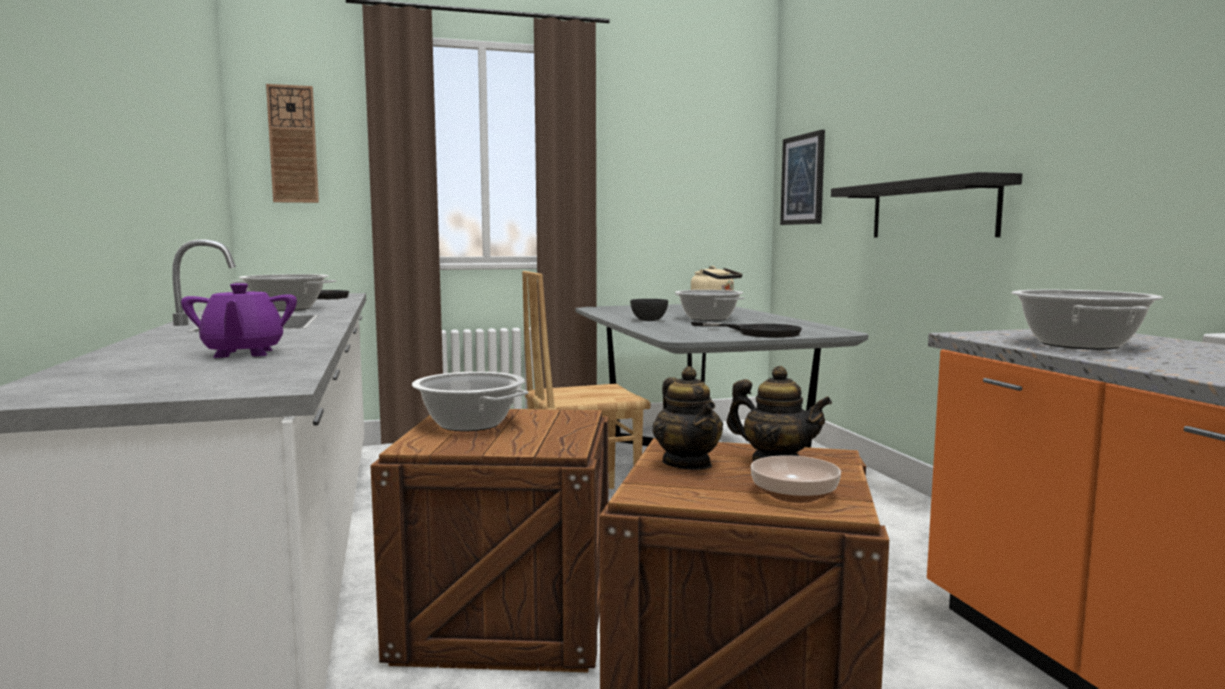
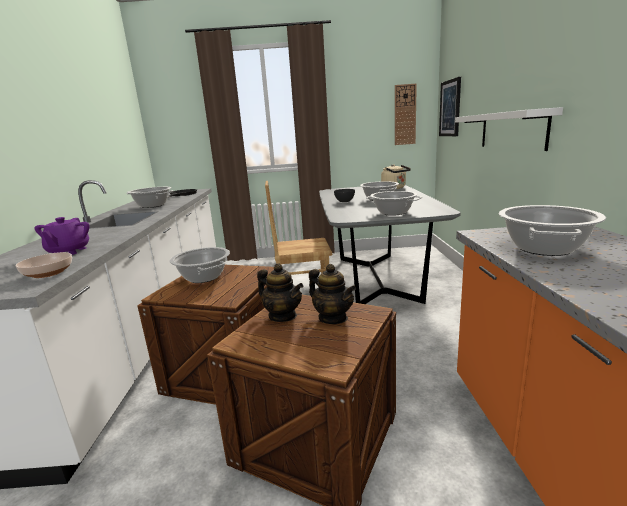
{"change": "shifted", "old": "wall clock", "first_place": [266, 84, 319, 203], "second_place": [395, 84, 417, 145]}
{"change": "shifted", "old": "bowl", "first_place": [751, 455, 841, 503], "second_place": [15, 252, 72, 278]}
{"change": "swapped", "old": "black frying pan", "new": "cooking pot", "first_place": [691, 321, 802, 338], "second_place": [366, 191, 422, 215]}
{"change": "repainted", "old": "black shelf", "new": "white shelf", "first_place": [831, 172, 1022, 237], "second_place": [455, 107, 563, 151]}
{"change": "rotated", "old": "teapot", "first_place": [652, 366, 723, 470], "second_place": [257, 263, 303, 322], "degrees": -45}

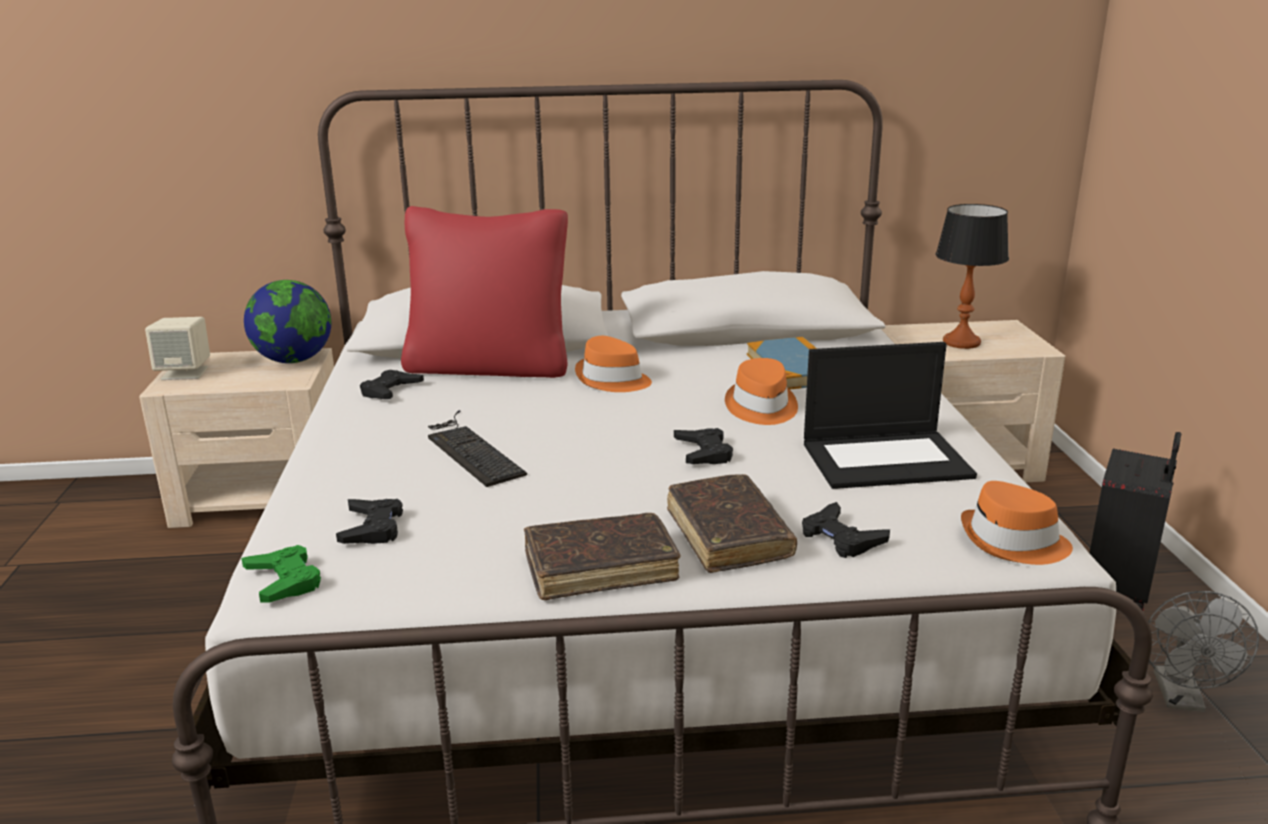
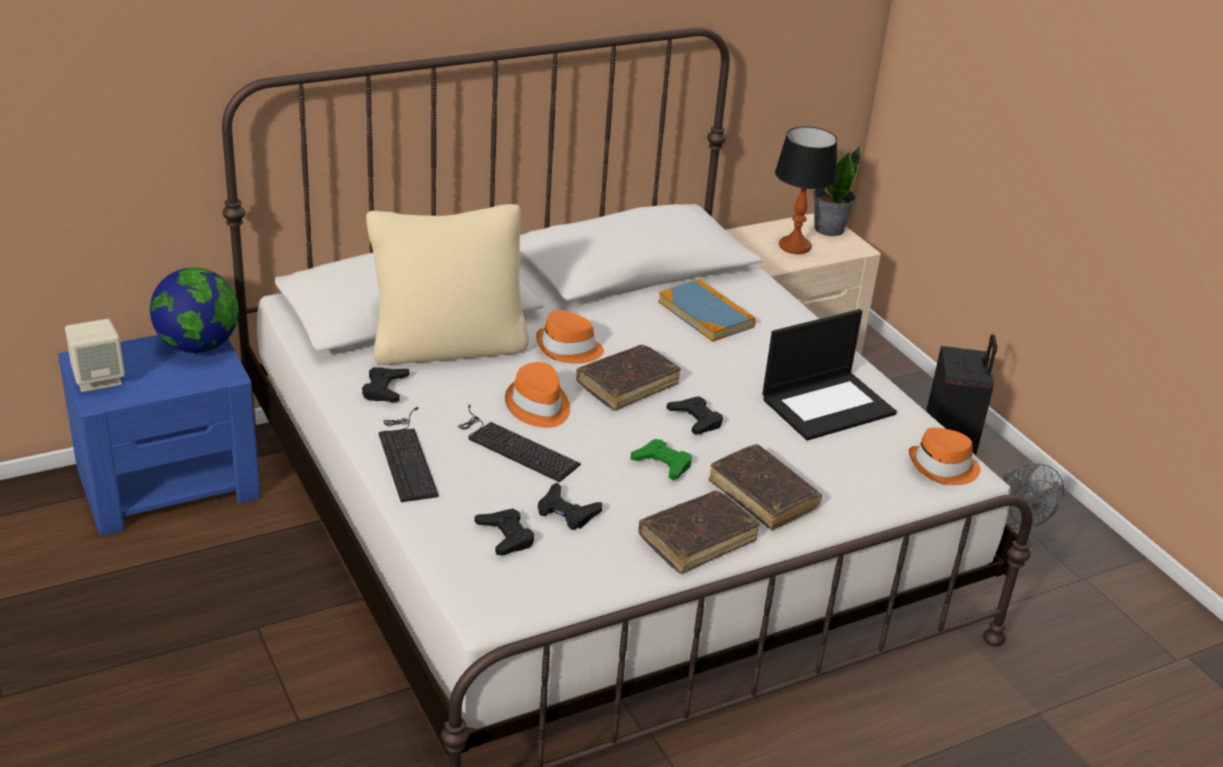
{"change": "new", "new": "keyboard", "second_place": [379, 407, 439, 502]}
{"change": "new", "new": "brown book", "second_place": [576, 345, 681, 411]}
{"change": "new", "new": "potted plant", "second_place": [813, 145, 861, 236]}
{"change": "shifted", "old": "green game controller", "first_place": [241, 545, 321, 603], "second_place": [630, 439, 692, 480]}
{"change": "shifted", "old": "orange hat", "first_place": [725, 358, 798, 425], "second_place": [505, 362, 570, 428]}
{"change": "shifted", "old": "black game controller", "first_place": [802, 502, 890, 558], "second_place": [538, 483, 602, 530]}
{"change": "repainted", "old": "beige nightstand", "new": "blue nightstand", "first_place": [139, 348, 334, 528], "second_place": [58, 335, 261, 536]}
{"change": "repainted", "old": "red pillow", "new": "beige pillow", "first_place": [401, 206, 568, 378], "second_place": [366, 204, 529, 365]}

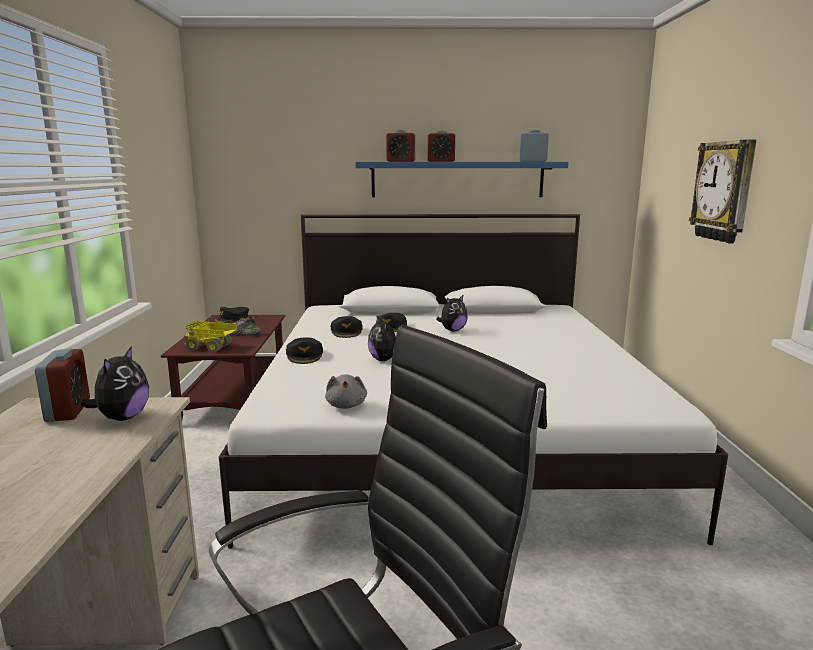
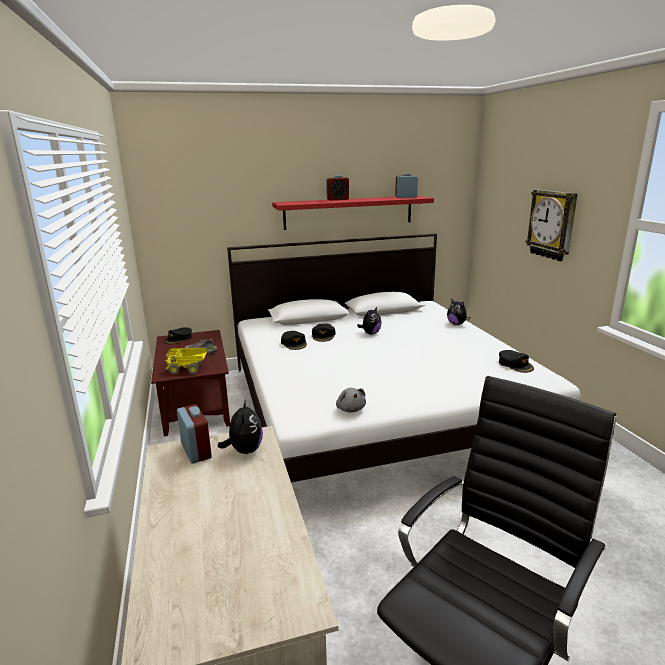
{"change": "gone", "old": "alarm clock", "first_place": [386, 130, 416, 162]}
{"change": "shifted", "old": "black cap", "first_place": [286, 337, 323, 364], "second_place": [499, 350, 534, 373]}
{"change": "shifted", "old": "plush toy", "first_place": [368, 317, 396, 361], "second_place": [447, 298, 470, 325]}
{"change": "repainted", "old": "blue shelf", "new": "red shelf", "first_place": [355, 162, 569, 197], "second_place": [272, 196, 434, 230]}

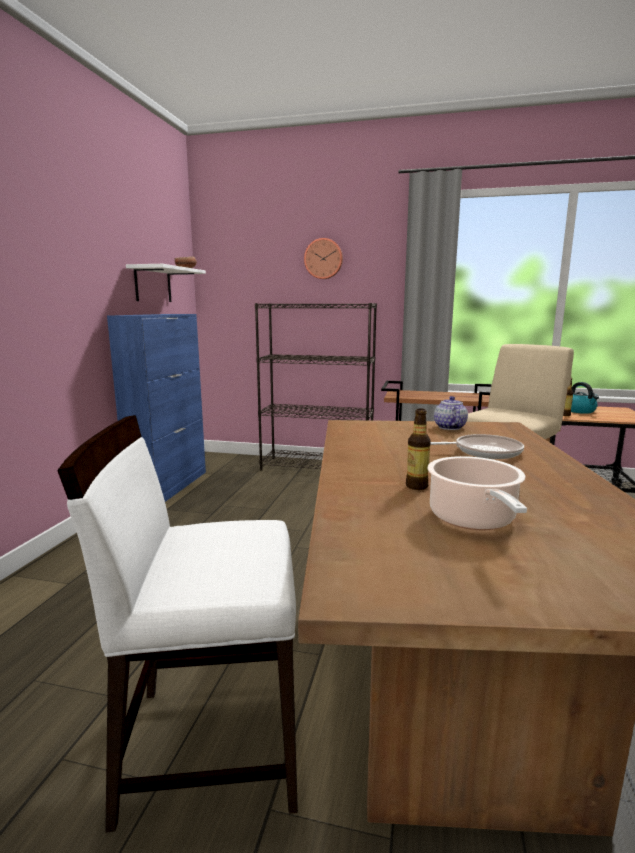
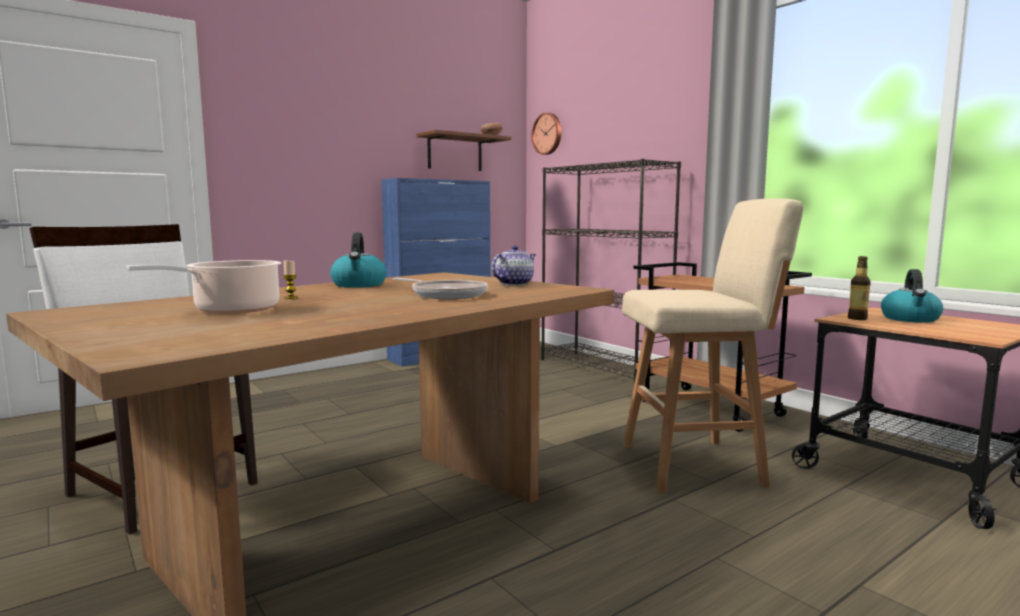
{"change": "new", "new": "kettle", "second_place": [330, 233, 387, 288]}
{"change": "shifted", "old": "wall clock", "first_place": [304, 238, 343, 279], "second_place": [532, 112, 562, 155]}
{"change": "swapped", "old": "bottle", "new": "candle", "first_place": [406, 409, 431, 490], "second_place": [283, 260, 298, 299]}
{"change": "repainted", "old": "white shelf", "new": "brown shelf", "first_place": [126, 264, 206, 302], "second_place": [416, 130, 511, 171]}

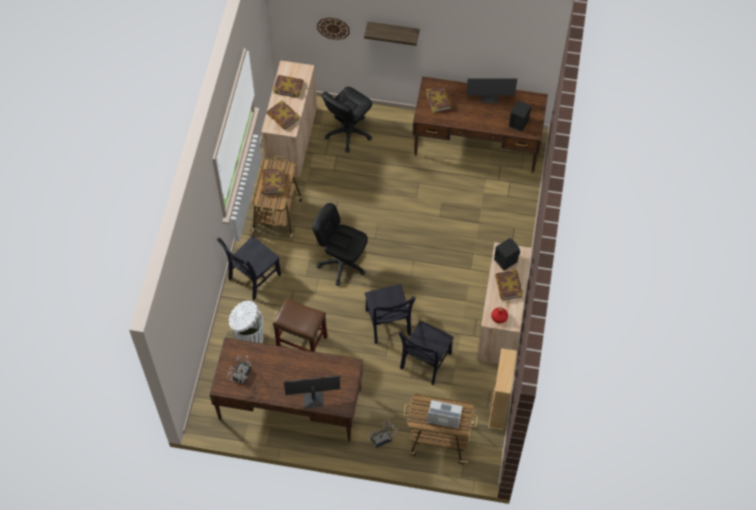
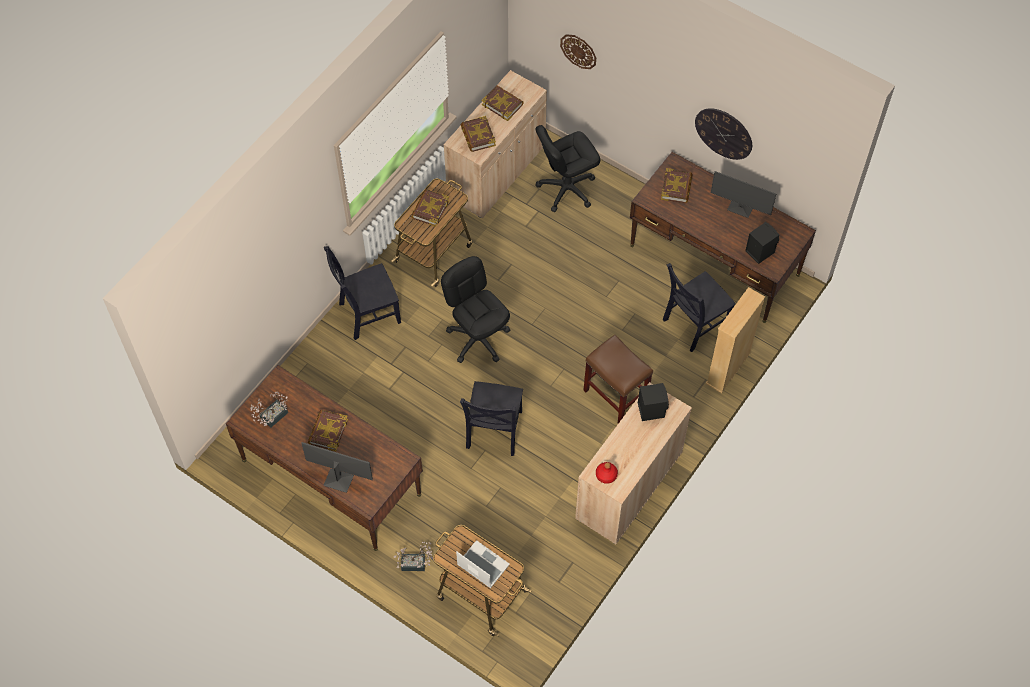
{"change": "gone", "old": "white trash can", "first_place": [228, 300, 263, 343]}
{"change": "gone", "old": "shelf", "first_place": [364, 22, 419, 46]}
{"change": "new", "new": "wall clock", "second_place": [695, 108, 752, 160]}
{"change": "shifted", "old": "brown stool", "first_place": [273, 298, 327, 352], "second_place": [584, 335, 653, 424]}
{"change": "shifted", "old": "black chair", "first_place": [398, 321, 454, 385], "second_place": [663, 263, 736, 352]}
{"change": "shifted", "old": "beige bookcase", "first_place": [488, 348, 517, 430], "second_place": [706, 287, 765, 393]}
{"change": "shifted", "old": "book", "first_place": [495, 270, 523, 300], "second_place": [308, 409, 348, 451]}

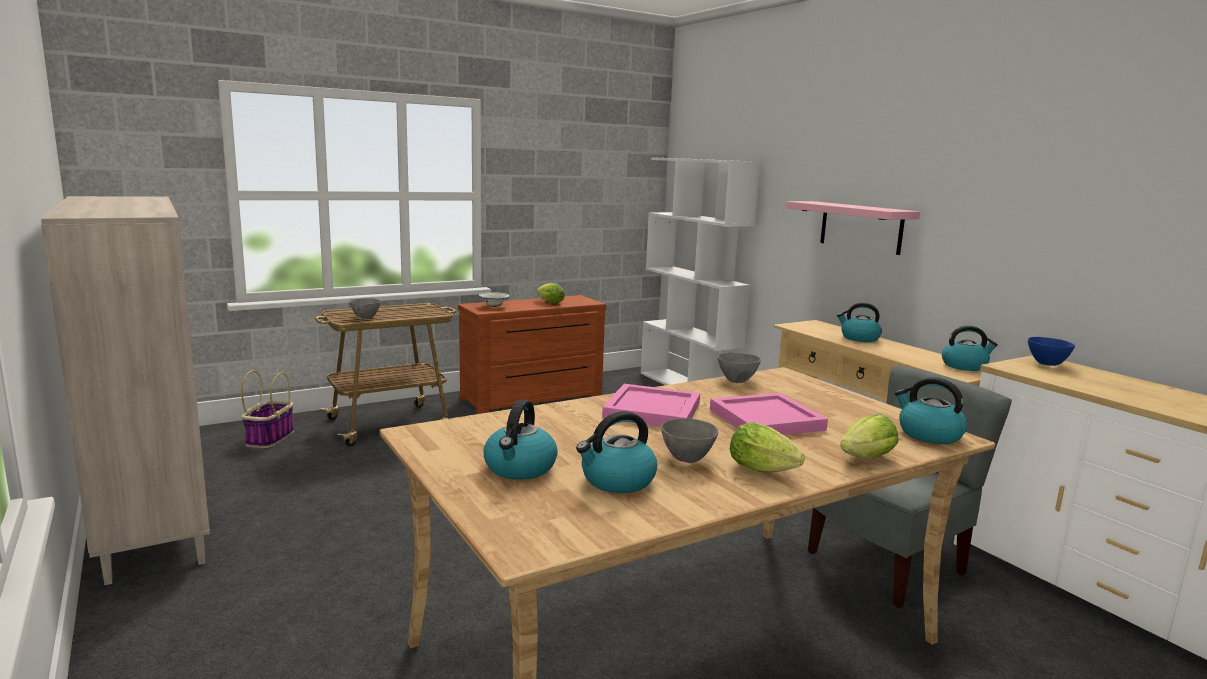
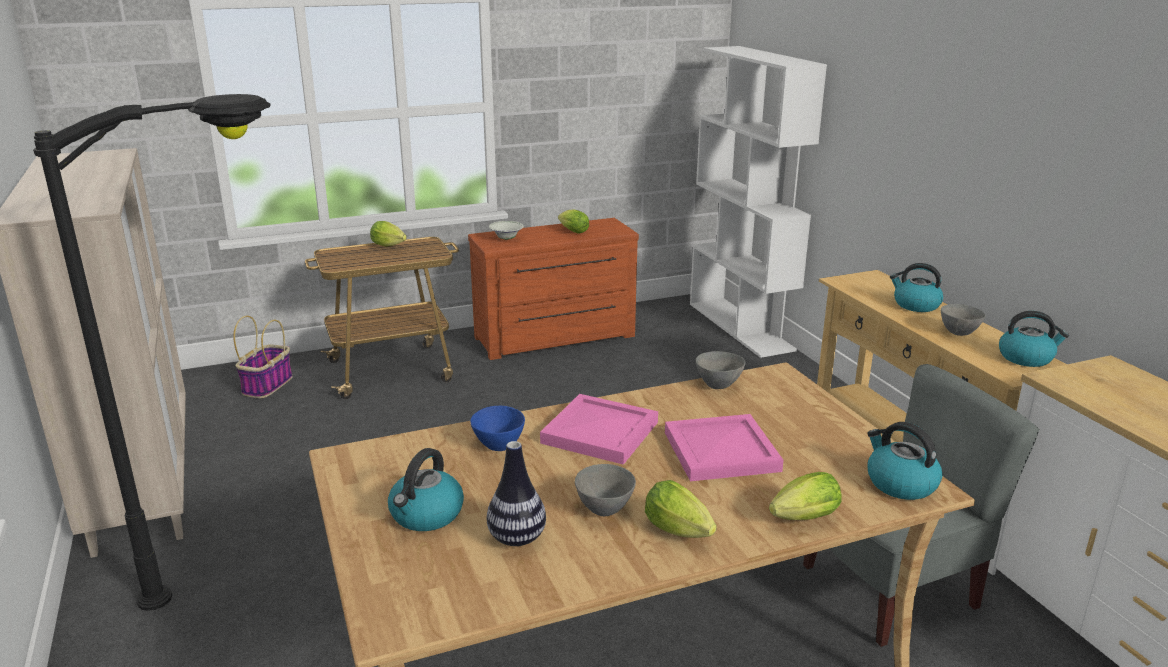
{"change": "gone", "old": "pink shelf", "first_place": [786, 201, 920, 255]}
{"change": "new", "new": "black floor lamp", "second_place": [33, 94, 271, 611]}
{"change": "new", "new": "lettuce", "second_place": [370, 221, 407, 247]}
{"change": "shifted", "old": "grey bowl", "first_place": [349, 298, 381, 319], "second_place": [941, 304, 986, 336]}
{"change": "shifted", "old": "blue bowl", "first_place": [1028, 337, 1075, 366], "second_place": [470, 406, 525, 451]}
{"change": "swapped", "old": "kettle", "new": "vase", "first_place": [576, 411, 657, 493], "second_place": [487, 441, 546, 546]}

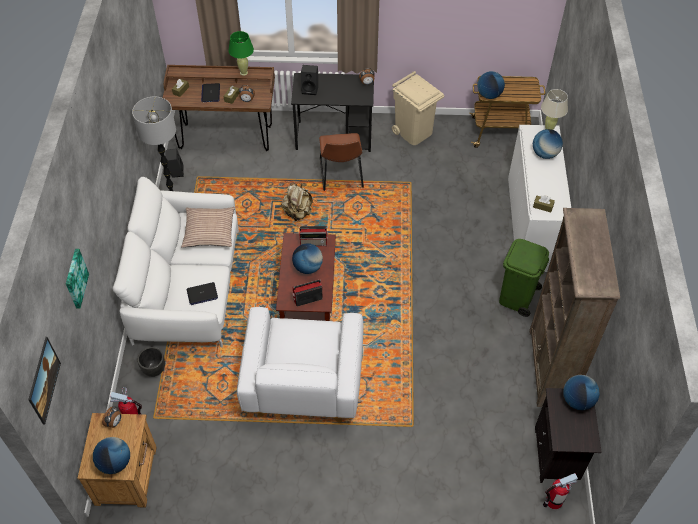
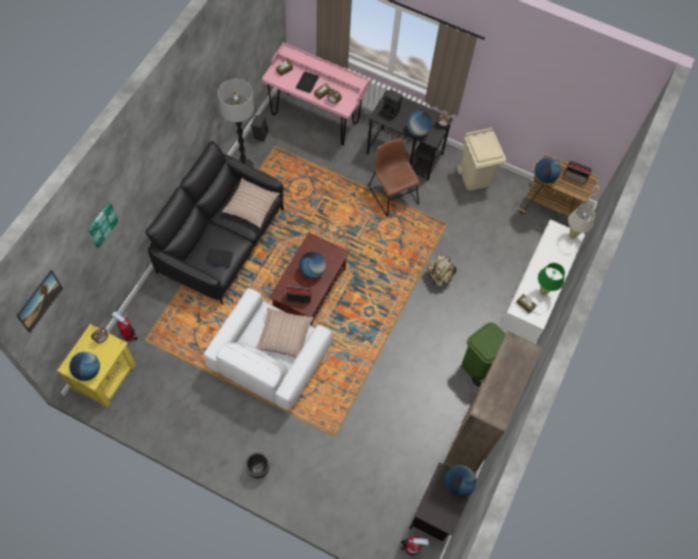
{"change": "new", "new": "pillow", "second_place": [256, 308, 313, 357]}
{"change": "shifted", "old": "black planter", "first_place": [137, 347, 165, 377], "second_place": [245, 453, 270, 479]}
{"change": "shifted", "old": "green table lamp", "first_place": [228, 31, 254, 76], "second_place": [538, 263, 565, 296]}
{"change": "shifted", "old": "beige backpack", "first_place": [281, 183, 313, 221], "second_place": [427, 255, 456, 286]}
{"change": "shifted", "old": "radio", "first_place": [299, 226, 328, 246], "second_place": [563, 161, 592, 184]}
{"change": "shifted", "old": "globe", "first_place": [533, 129, 563, 159], "second_place": [407, 111, 432, 137]}
{"change": "repainted", "old": "brown nightstand", "new": "yellow nightstand", "first_place": [77, 413, 157, 508], "second_place": [57, 324, 136, 408]}
{"change": "repainted", "old": "white sofa", "new": "black sofa", "first_place": [113, 177, 239, 348], "second_place": [145, 141, 284, 305]}
{"change": "repainted", "old": "brown desk", "new": "pink desk", "first_place": [163, 65, 275, 151], "second_place": [262, 42, 370, 146]}
{"change": "rotated", "old": "brown chair", "first_place": [319, 133, 364, 191], "second_place": [368, 138, 420, 217], "degrees": 135}

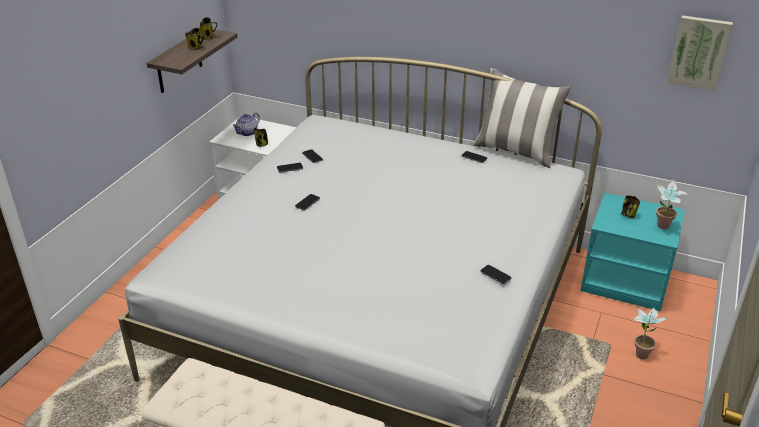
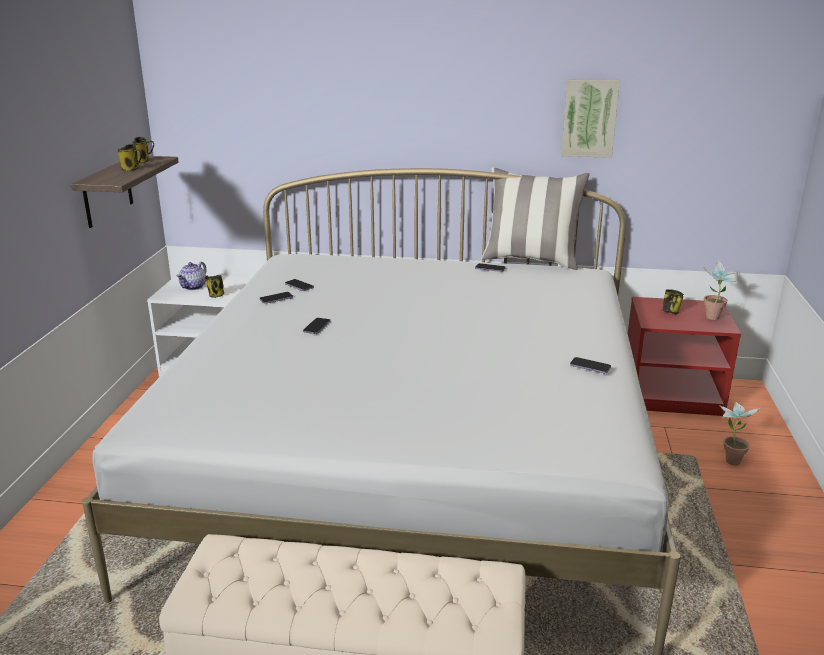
{"change": "shifted", "old": "picture", "first_place": [667, 15, 733, 91], "second_place": [561, 79, 620, 158]}
{"change": "repainted", "old": "turquoise nightstand", "new": "red nightstand", "first_place": [580, 193, 685, 311], "second_place": [628, 297, 741, 416]}

